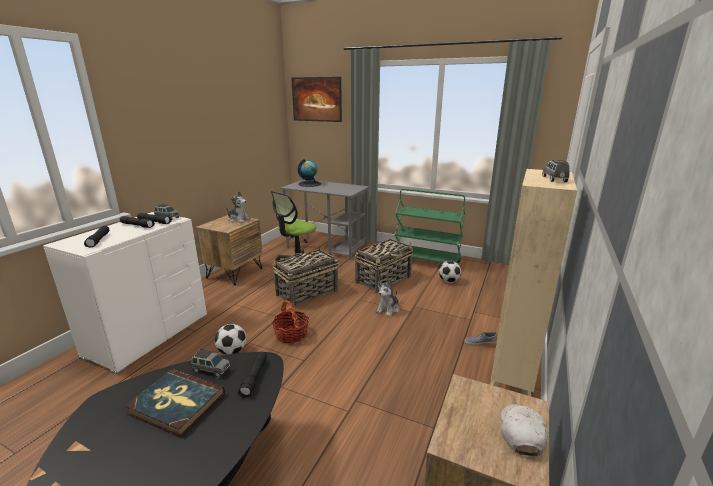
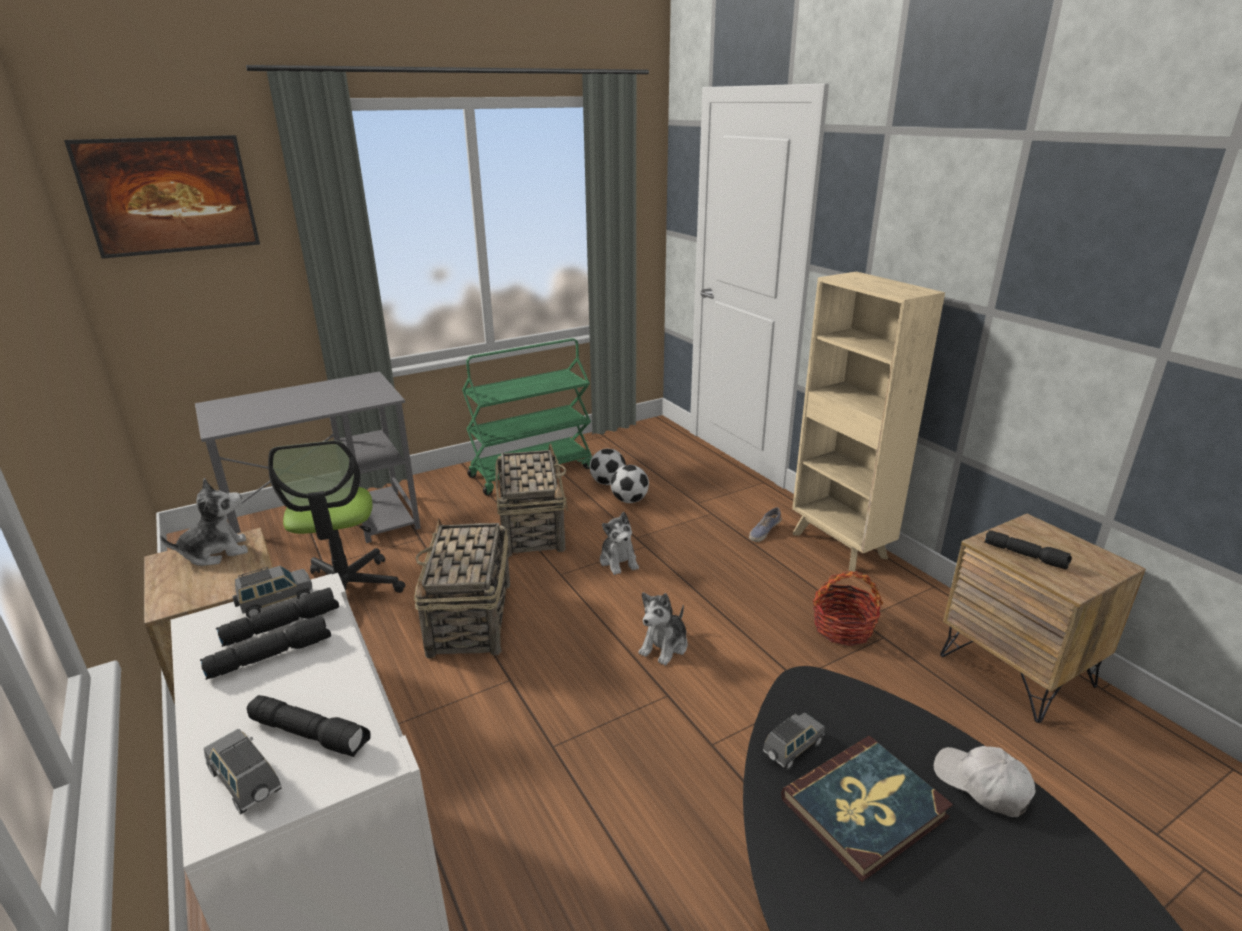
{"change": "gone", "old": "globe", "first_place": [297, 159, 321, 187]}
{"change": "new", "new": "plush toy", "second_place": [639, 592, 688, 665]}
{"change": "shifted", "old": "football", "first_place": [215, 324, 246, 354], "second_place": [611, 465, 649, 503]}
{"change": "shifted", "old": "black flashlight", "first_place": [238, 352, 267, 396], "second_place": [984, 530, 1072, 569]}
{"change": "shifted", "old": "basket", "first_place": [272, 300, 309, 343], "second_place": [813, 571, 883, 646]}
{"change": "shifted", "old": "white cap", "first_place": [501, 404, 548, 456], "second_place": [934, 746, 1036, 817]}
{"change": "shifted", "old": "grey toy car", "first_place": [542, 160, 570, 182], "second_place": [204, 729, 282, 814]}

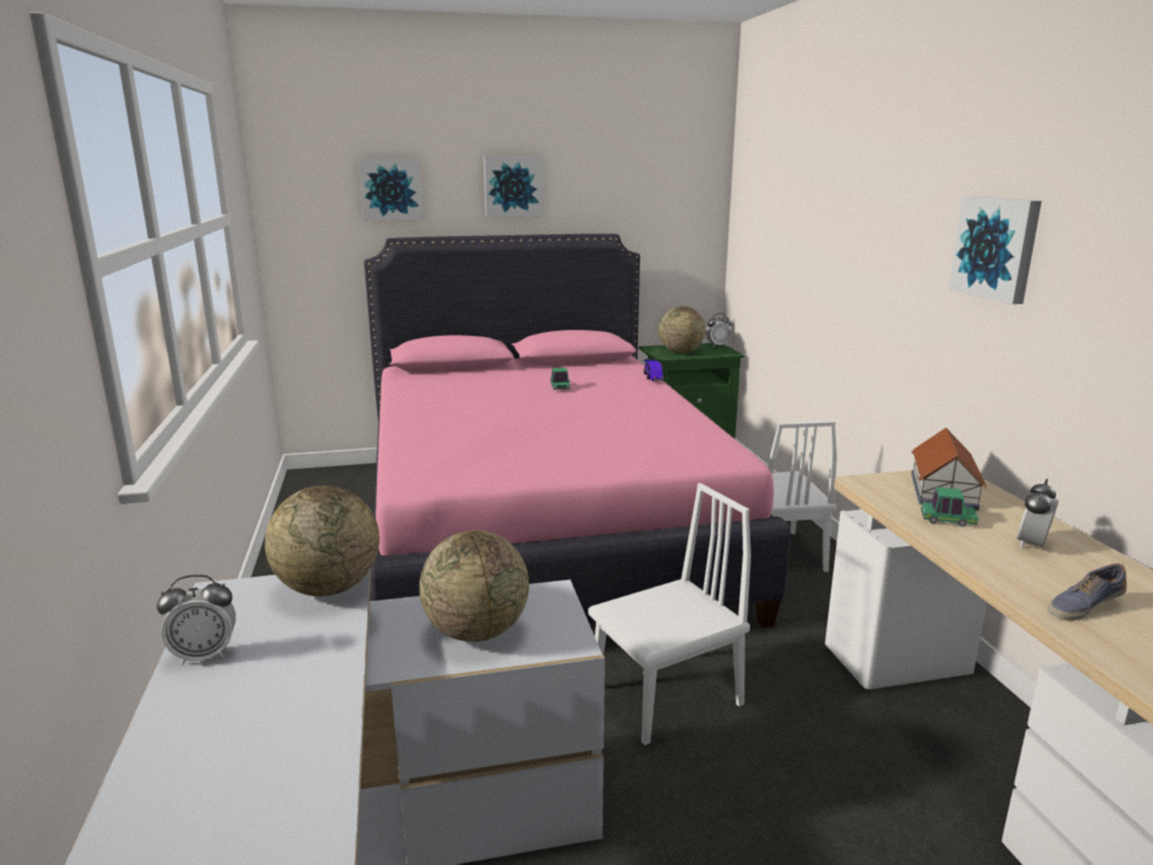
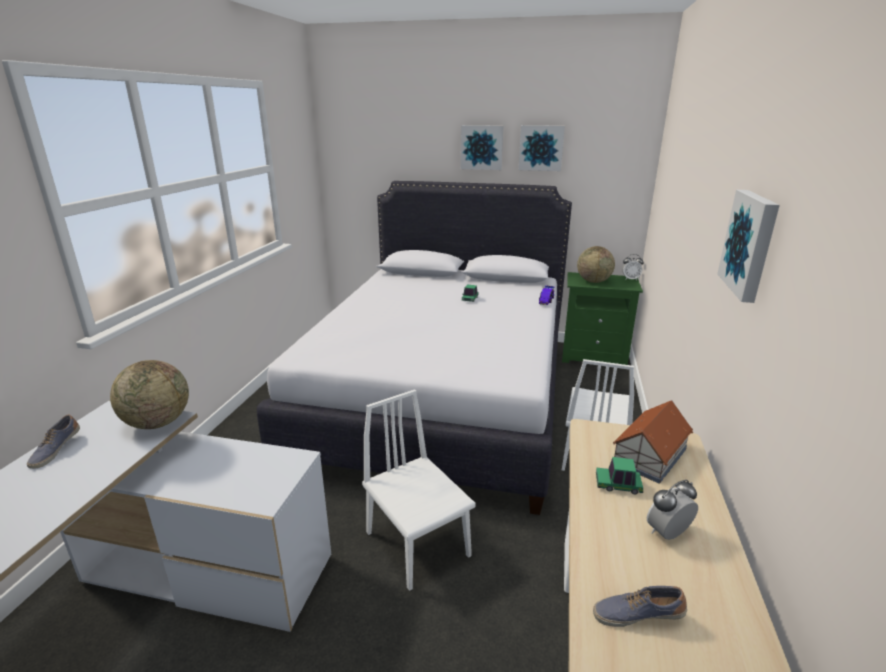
{"change": "gone", "old": "globe", "first_place": [419, 530, 529, 642]}
{"change": "shifted", "old": "picture", "first_place": [359, 159, 423, 221], "second_place": [519, 125, 565, 171]}
{"change": "swapped", "old": "alarm clock", "new": "shoe", "first_place": [157, 575, 236, 665], "second_place": [27, 415, 80, 469]}
{"change": "repainted", "old": "pink bed", "new": "white bed", "first_place": [364, 234, 790, 628], "second_place": [257, 181, 572, 515]}
{"change": "rotated", "old": "white chair", "first_place": [588, 483, 751, 745], "second_place": [362, 389, 476, 591], "degrees": -120}
{"change": "rotated", "old": "toy car", "first_place": [921, 487, 978, 527], "second_place": [596, 457, 643, 495], "degrees": 150}

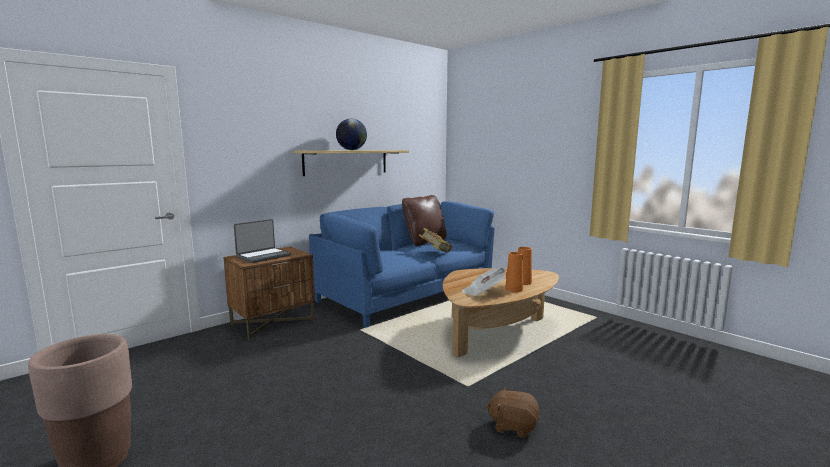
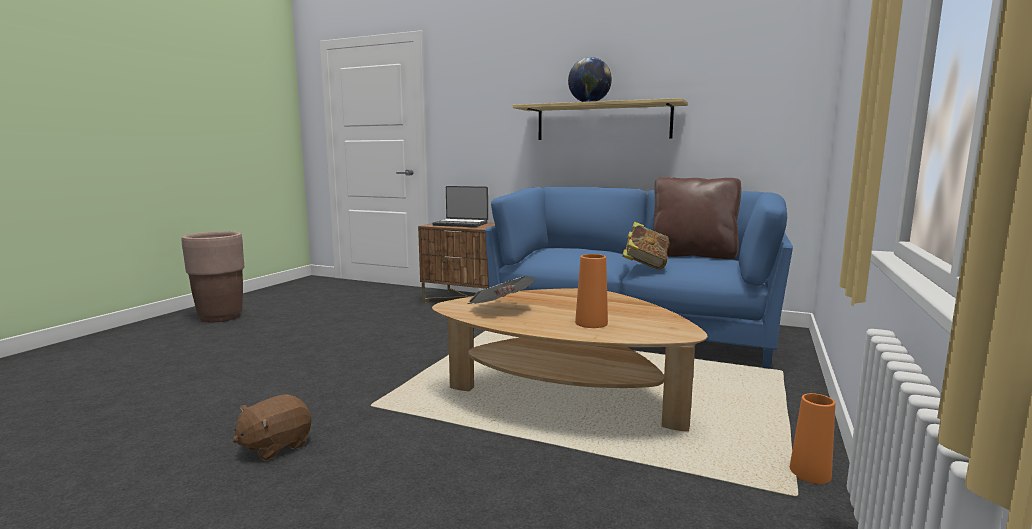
{"change": "shifted", "old": "orange vase", "first_place": [505, 252, 523, 292], "second_place": [790, 393, 835, 484]}
{"change": "rotated", "old": "brown plush toy", "first_place": [486, 387, 540, 438], "second_place": [233, 394, 311, 461], "degrees": -135}

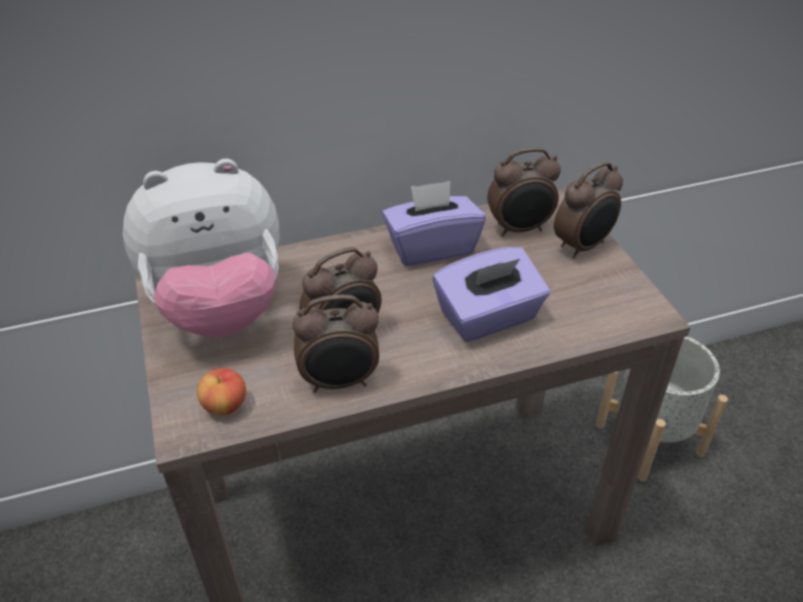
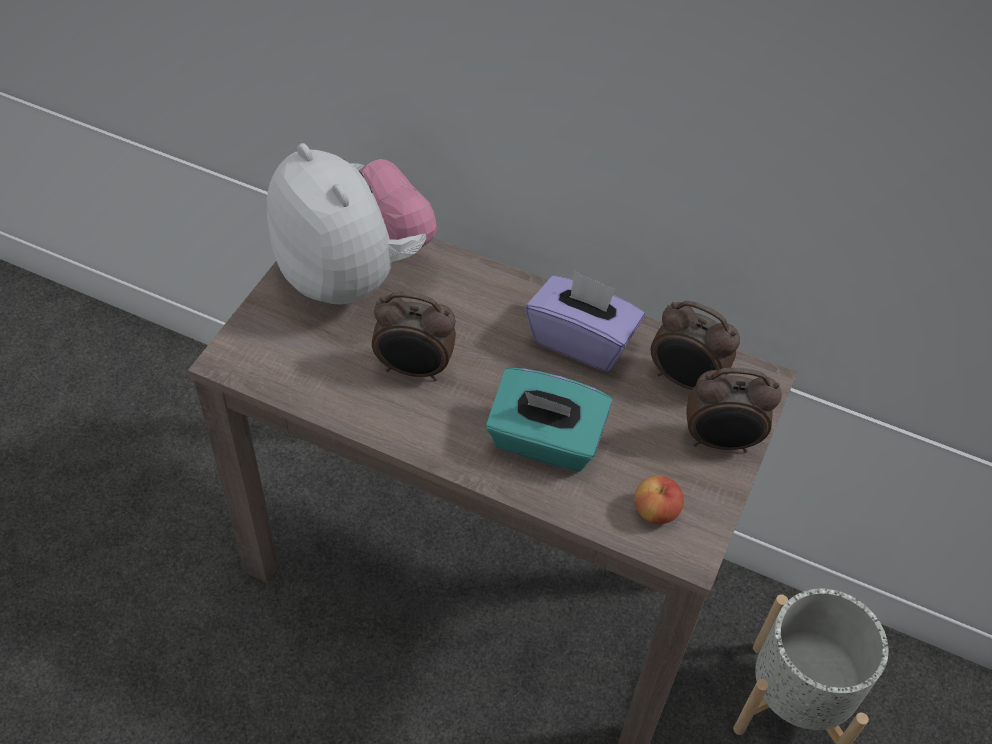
{"change": "gone", "old": "alarm clock", "first_place": [293, 295, 379, 393]}
{"change": "shifted", "old": "apple", "first_place": [197, 368, 246, 415], "second_place": [635, 476, 684, 524]}
{"change": "repainted", "old": "purple tissue box", "new": "turquoise tissue box", "first_place": [433, 247, 550, 342], "second_place": [486, 368, 612, 472]}
{"change": "rotated", "old": "plush toy", "first_place": [123, 159, 280, 338], "second_place": [267, 143, 437, 304], "degrees": -150}

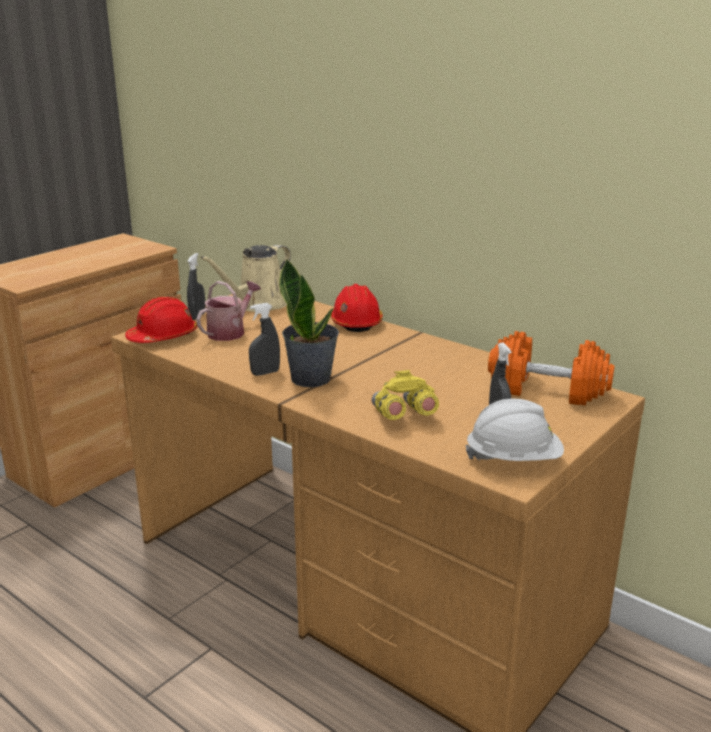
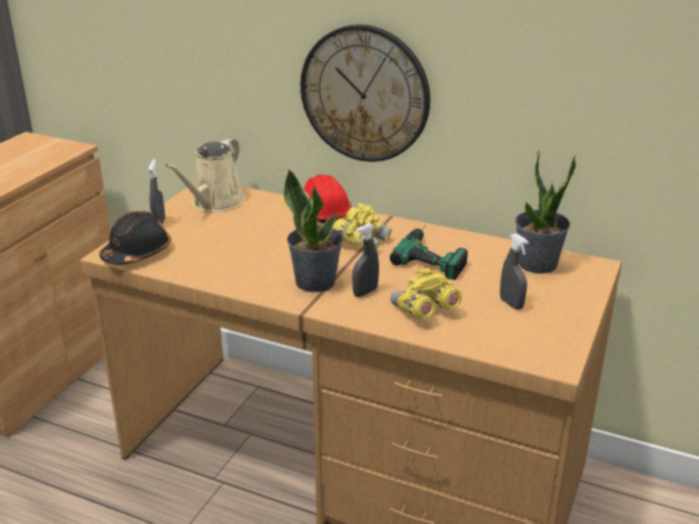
{"change": "gone", "old": "watering can", "first_place": [196, 281, 261, 341]}
{"change": "gone", "old": "white hard hat", "first_place": [465, 399, 564, 461]}
{"change": "new", "new": "wall clock", "second_place": [300, 24, 430, 162]}
{"change": "new", "new": "yellow binoculars", "second_place": [333, 203, 392, 249]}
{"change": "new", "new": "power drill", "second_place": [390, 225, 468, 280]}
{"change": "shifted", "old": "grey spray bottle", "first_place": [249, 303, 280, 376], "second_place": [352, 223, 379, 297]}
{"change": "swapped", "old": "orange dumbbell", "new": "potted plant", "first_place": [488, 331, 615, 406], "second_place": [515, 150, 576, 274]}
{"change": "repainted", "old": "red hard hat", "new": "black hard hat", "first_place": [125, 297, 197, 343], "second_place": [99, 211, 171, 265]}

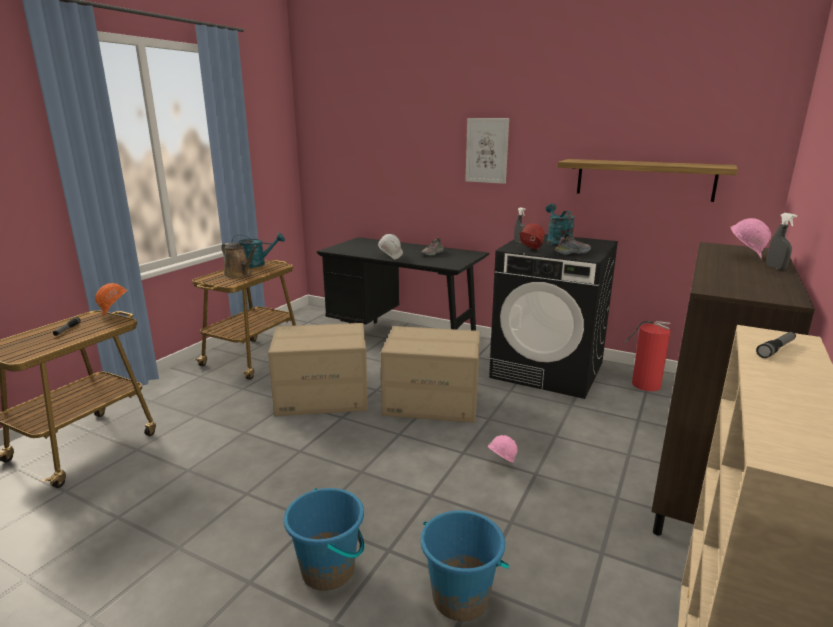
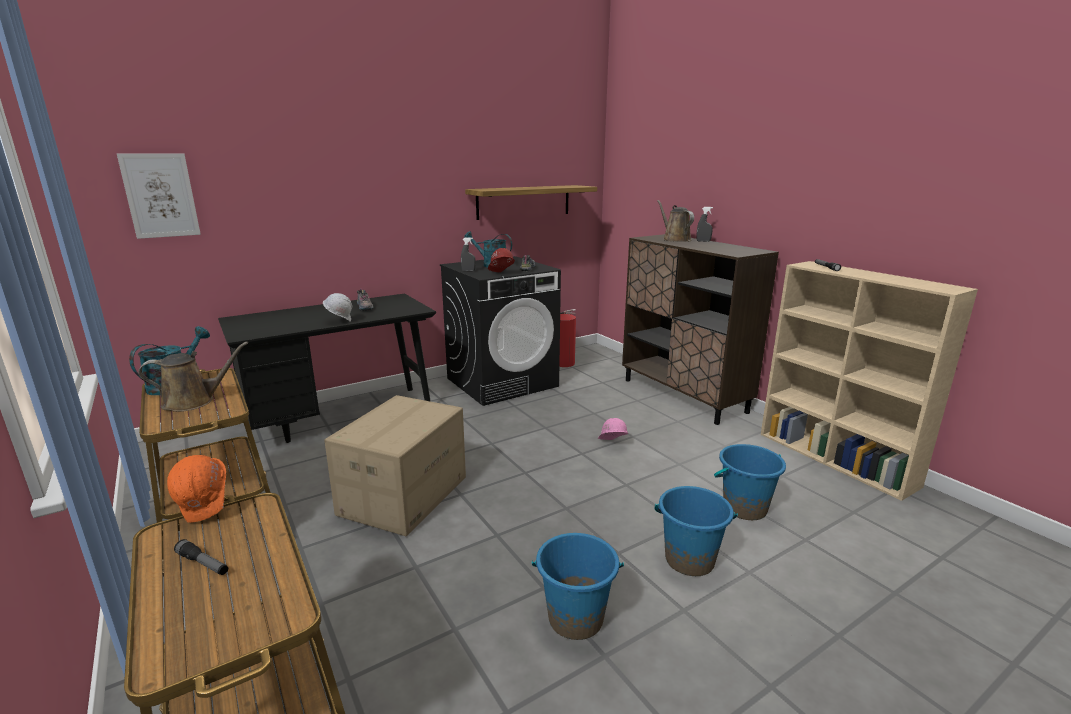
{"change": "gone", "old": "cardboard box", "first_place": [381, 326, 480, 423]}
{"change": "new", "new": "blue bucket", "second_place": [532, 533, 624, 640]}
{"change": "shifted", "old": "picture", "first_place": [465, 118, 509, 184], "second_place": [117, 153, 201, 239]}
{"change": "swapped", "old": "pink hard hat", "new": "brown watering can", "first_place": [730, 218, 771, 259], "second_place": [657, 200, 694, 242]}

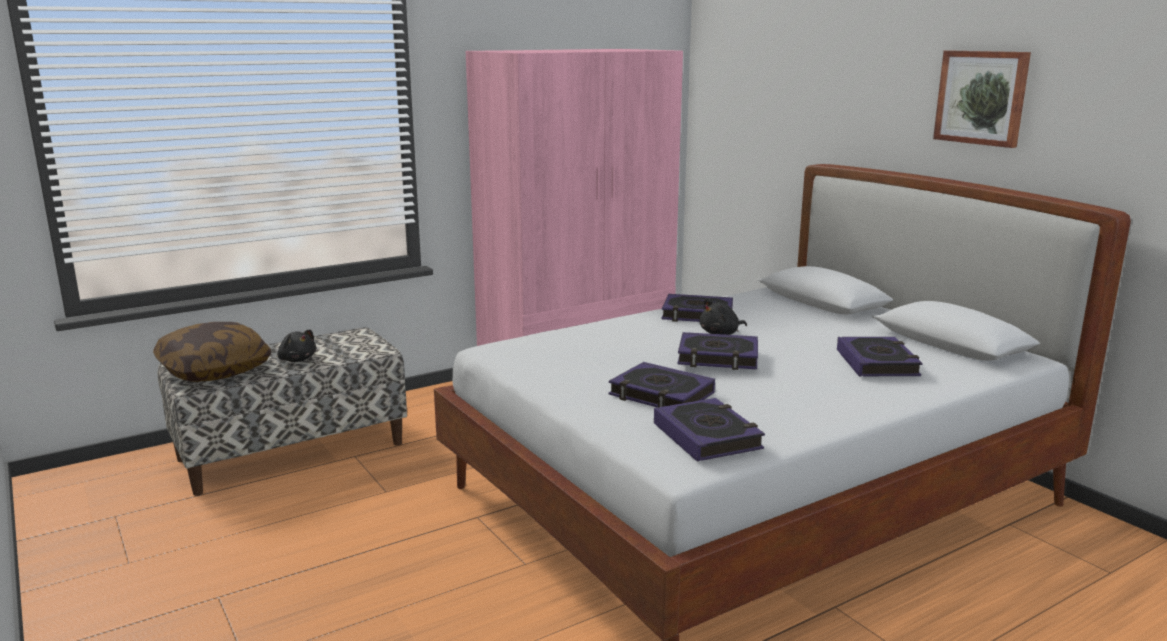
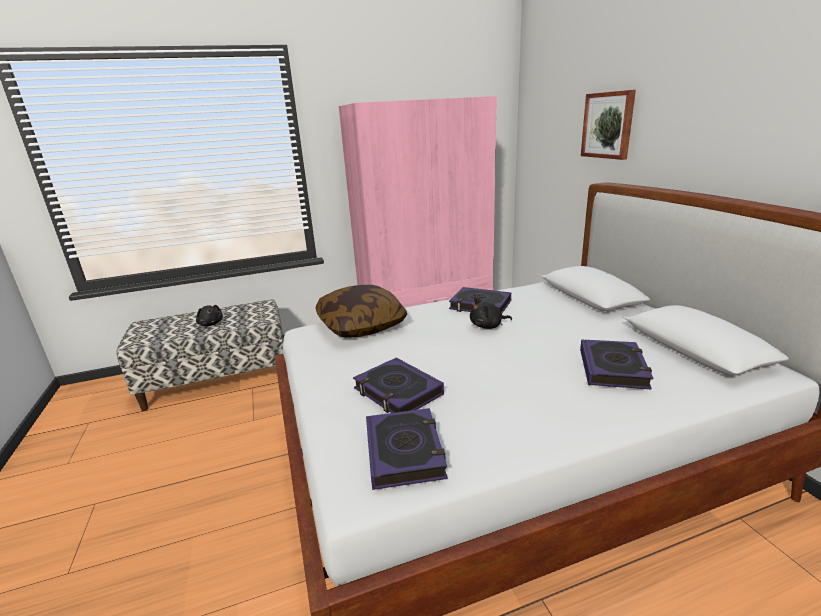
{"change": "gone", "old": "book", "first_place": [678, 332, 758, 370]}
{"change": "shifted", "old": "pillow", "first_place": [153, 322, 271, 382], "second_place": [315, 285, 407, 338]}
{"change": "shifted", "old": "picture", "first_place": [933, 51, 1031, 148], "second_place": [581, 90, 636, 160]}

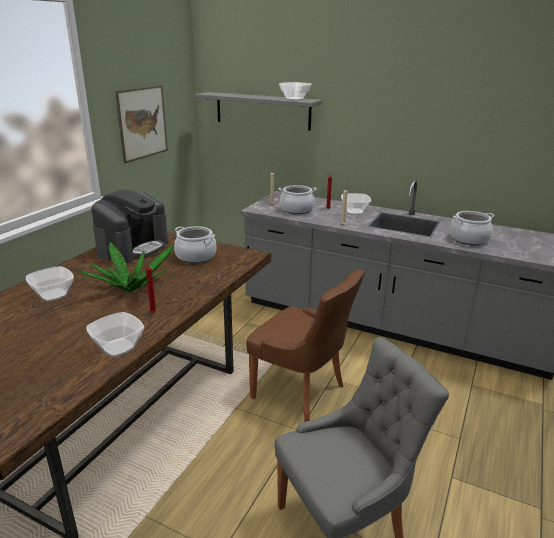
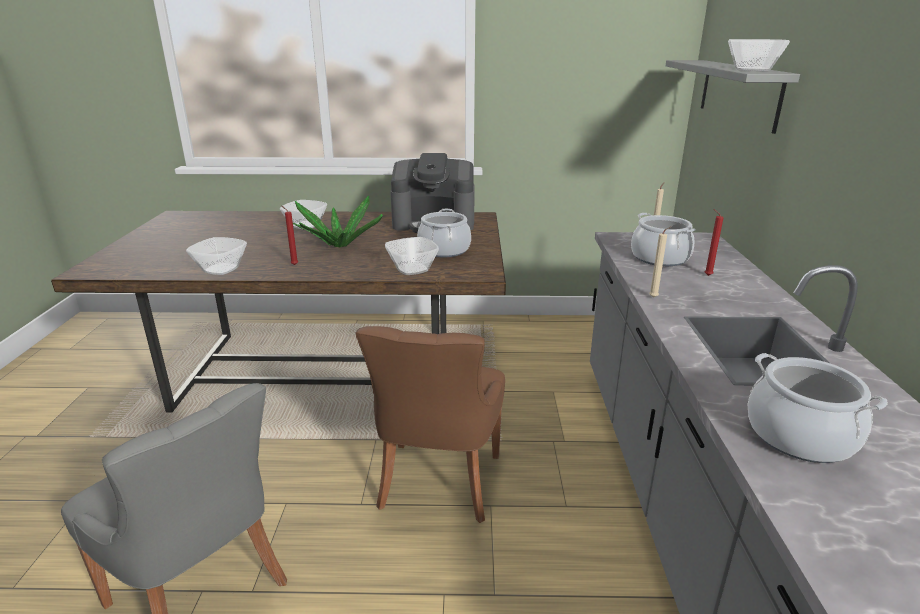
{"change": "gone", "old": "picture", "first_place": [115, 85, 168, 163]}
{"change": "shifted", "old": "bowl", "first_place": [341, 193, 371, 215], "second_place": [385, 237, 439, 275]}

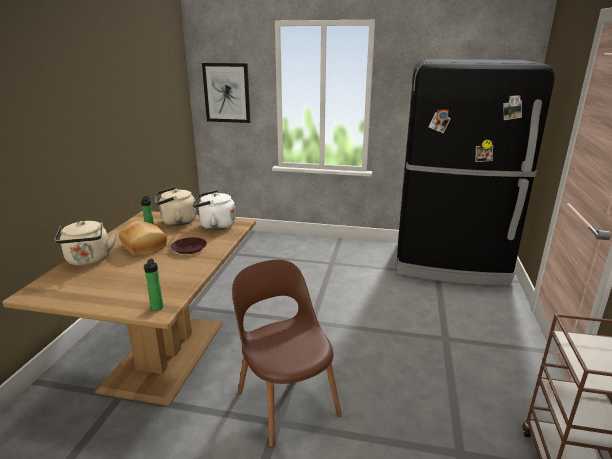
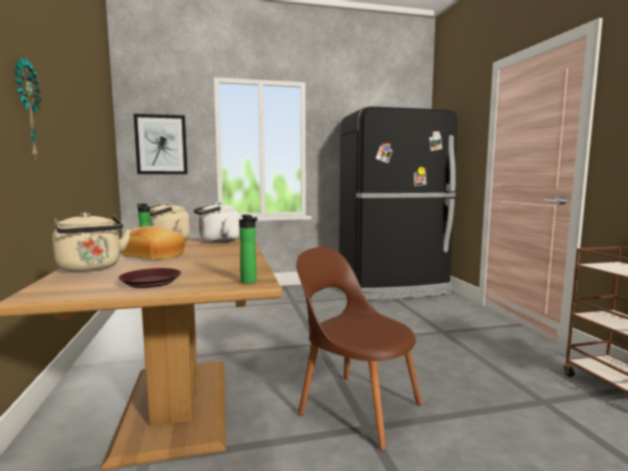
{"change": "new", "new": "wall clock", "second_place": [14, 56, 41, 159]}
{"change": "shifted", "old": "brown plate", "first_place": [171, 237, 207, 254], "second_place": [118, 268, 181, 288]}

